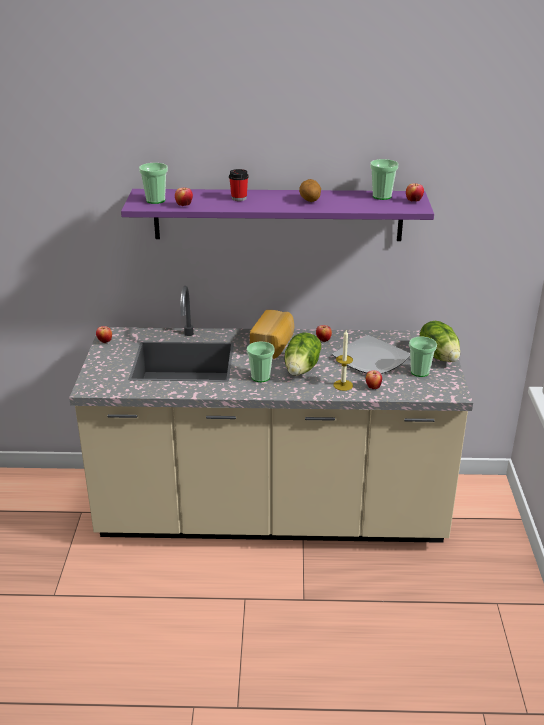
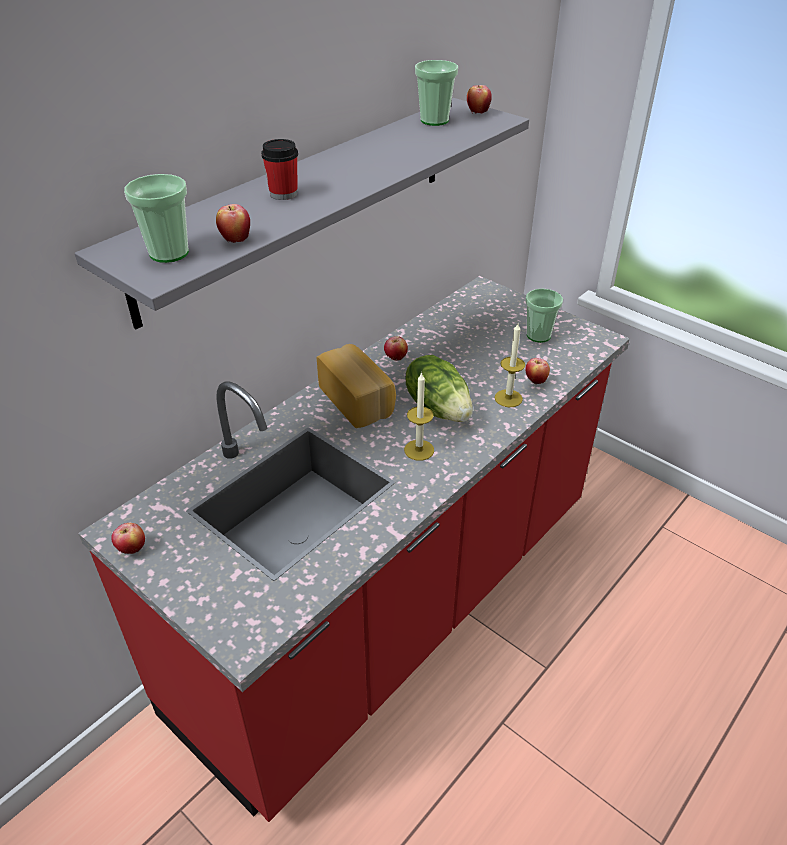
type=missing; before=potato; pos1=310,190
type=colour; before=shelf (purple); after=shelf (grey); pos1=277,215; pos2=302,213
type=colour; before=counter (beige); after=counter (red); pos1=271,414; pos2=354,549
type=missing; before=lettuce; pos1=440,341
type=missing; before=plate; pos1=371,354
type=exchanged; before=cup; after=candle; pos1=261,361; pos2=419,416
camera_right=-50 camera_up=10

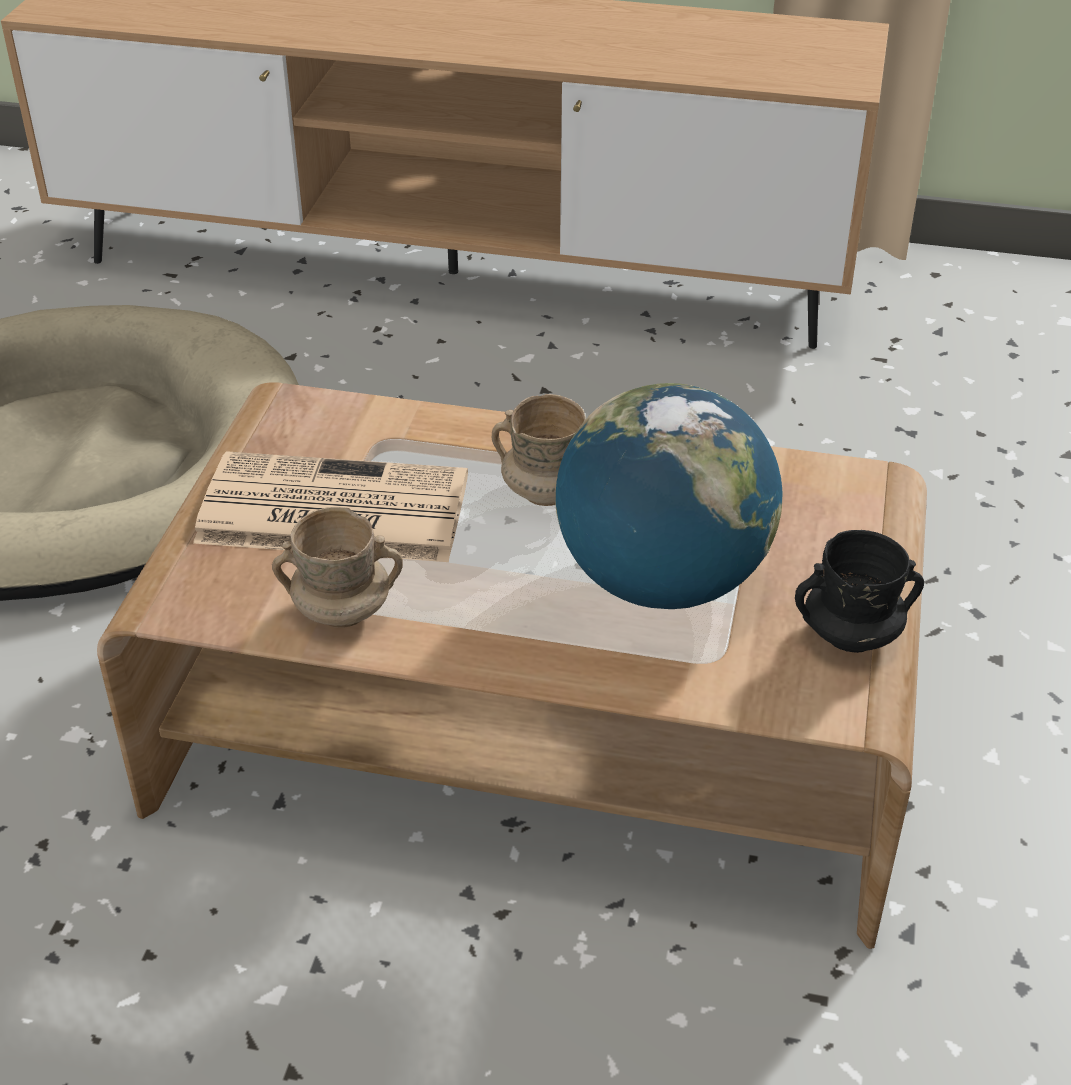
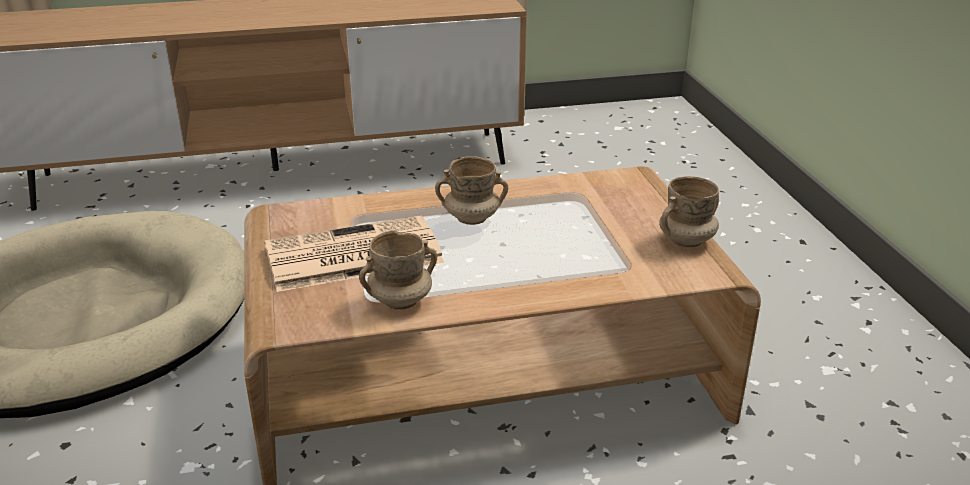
type=missing; before=globe; pos1=668,496
type=colour; before=mug (black); after=mug (beige); pos1=859,591; pos2=689,211
camera_right=-25 camera_up=-10

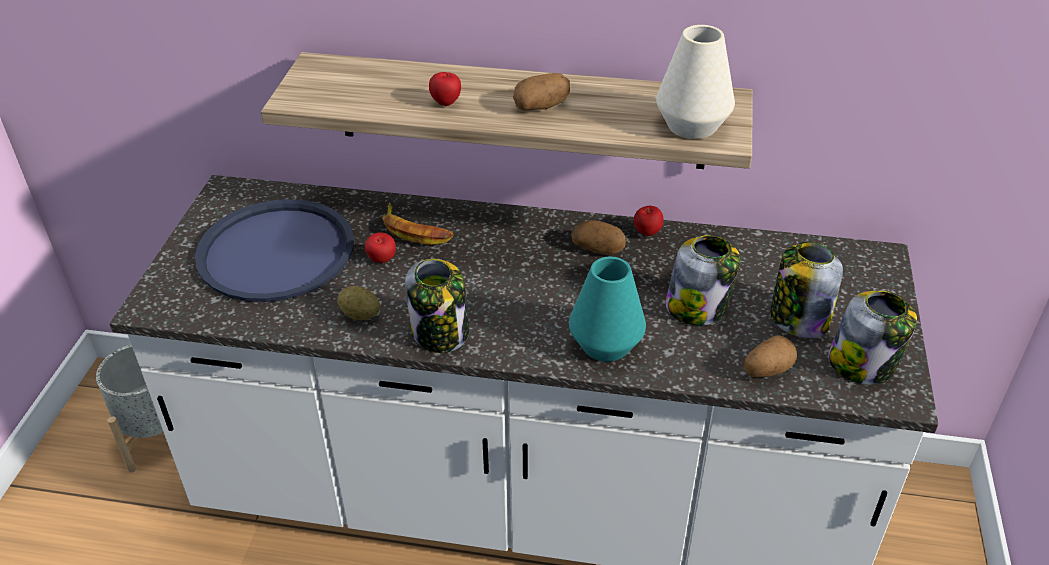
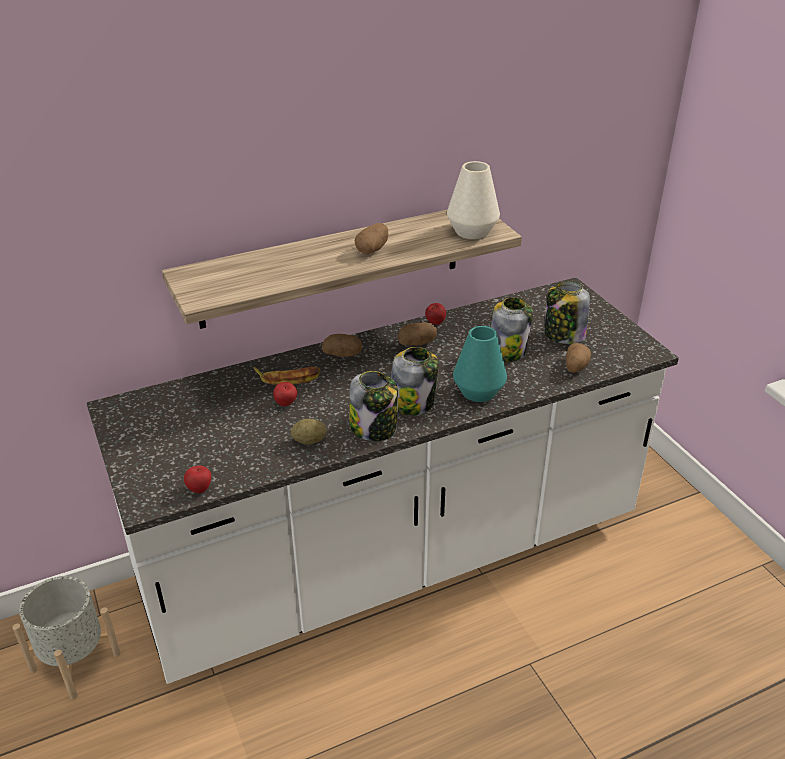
type=relocated; before=apple; pos1=445,89; pos2=197,479
type=missing; before=tray (blue); pos1=274,250
type=relocated; before=jar; pos1=872,338; pos2=415,381
type=appeared; after=potato; pos2=342,345
camera_right=-35 camera_up=-5

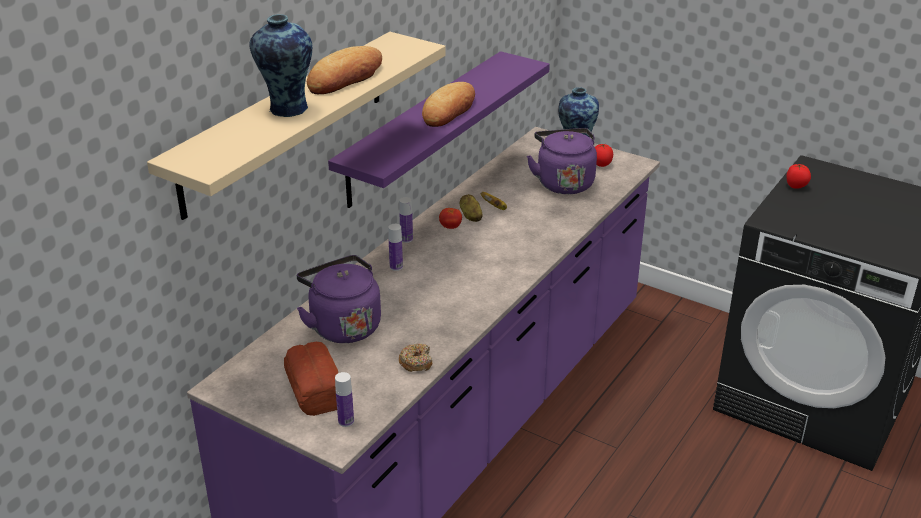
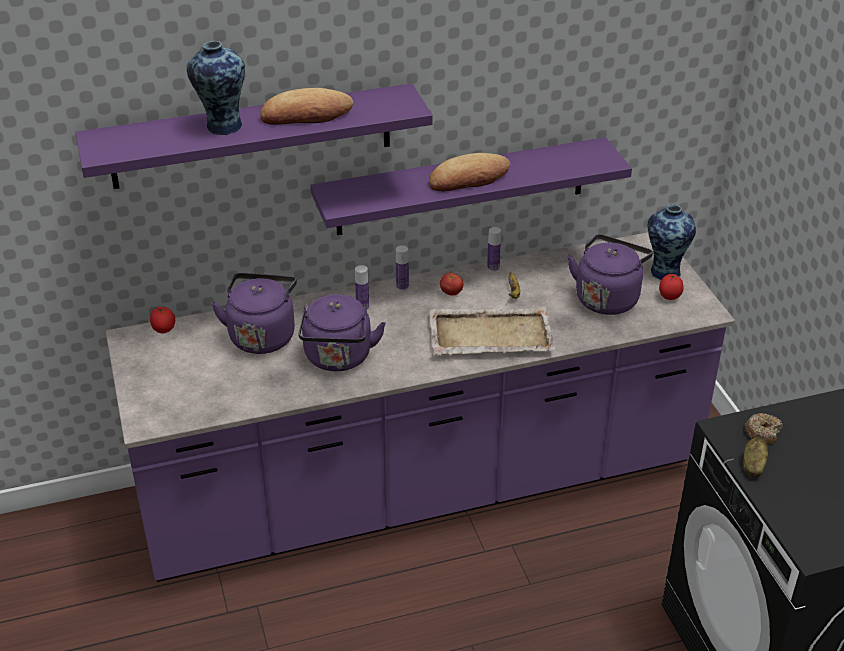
type=colour; before=shelf (beige); after=shelf (purple); pos1=296,126; pos2=254,136
type=relocated; before=tomato; pos1=798,176; pos2=162,320
type=relocated; before=potato; pos1=471,208; pos2=755,458
type=missing; before=bread; pos1=311,379
type=relocated; before=donut; pos1=415,358; pos2=764,429
type=relocated; before=bottle; pos1=344,399; pos2=494,249
type=appeared; after=kettle (purple); pos2=342,332
type=appeared; after=tray (beige); pos2=492,331
camera_right=40 camera_up=5

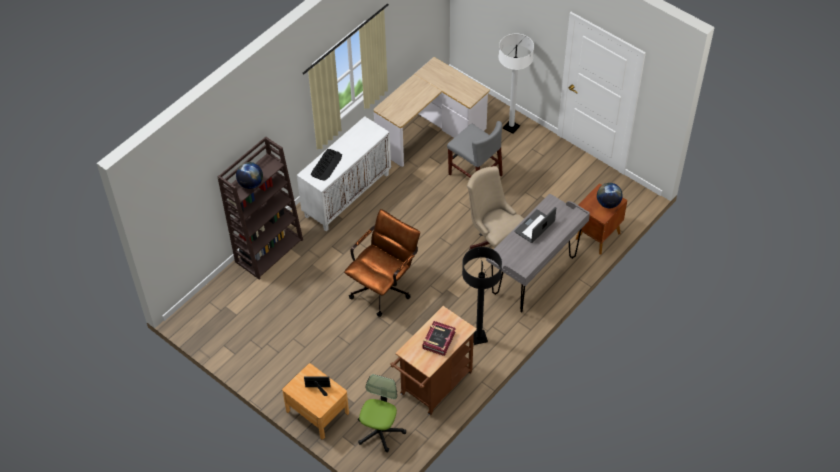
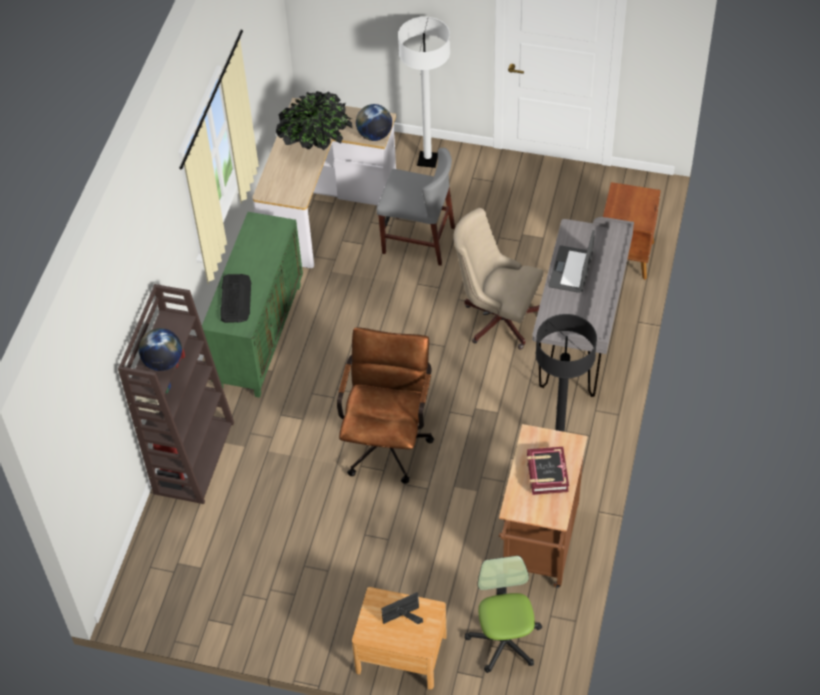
type=colour; before=cabinet (white); after=cabinet (green); pos1=344,173; pos2=252,305
type=relocated; before=globe; pos1=610,195; pos2=374,122
type=appeared; after=potted plant; pos2=314,121
camera_right=-25 camera_up=0

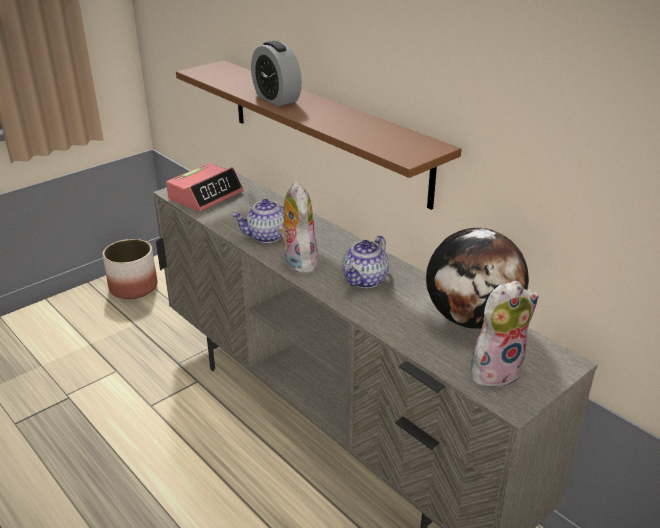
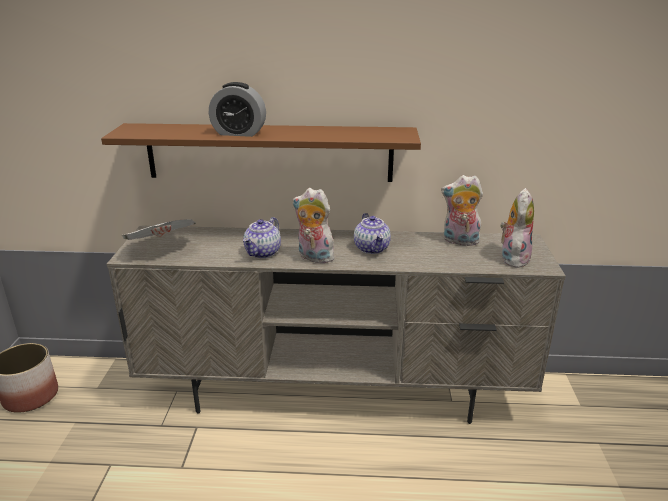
type=exchanged; before=alarm clock; after=newspaper; pos1=204,187; pos2=159,229
type=exchanged; before=globe; after=plush toy; pos1=477,278; pos2=462,210
camera_right=-45 camera_up=-5

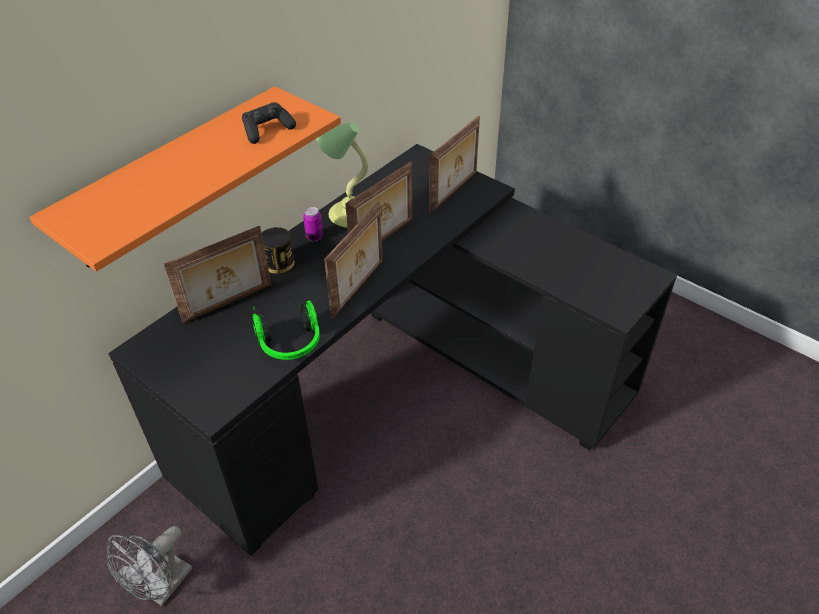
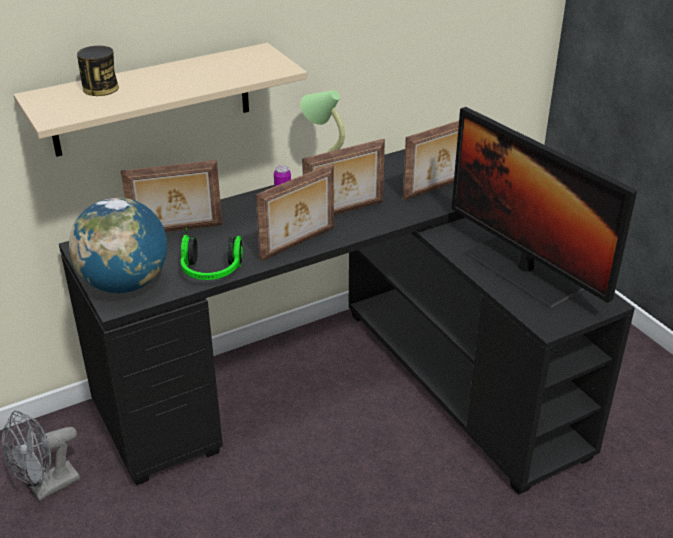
type=colour; before=shelf (orange); after=shelf (beige); pos1=185,178; pos2=160,100
type=missing; before=game controller (black); pos1=269,123
type=relocated; before=can; pos1=278,250; pos2=98,71
type=appeared; after=monitor; pos2=544,207
type=appeared; after=globe; pos2=118,245
camera_right=20 camera_up=-10

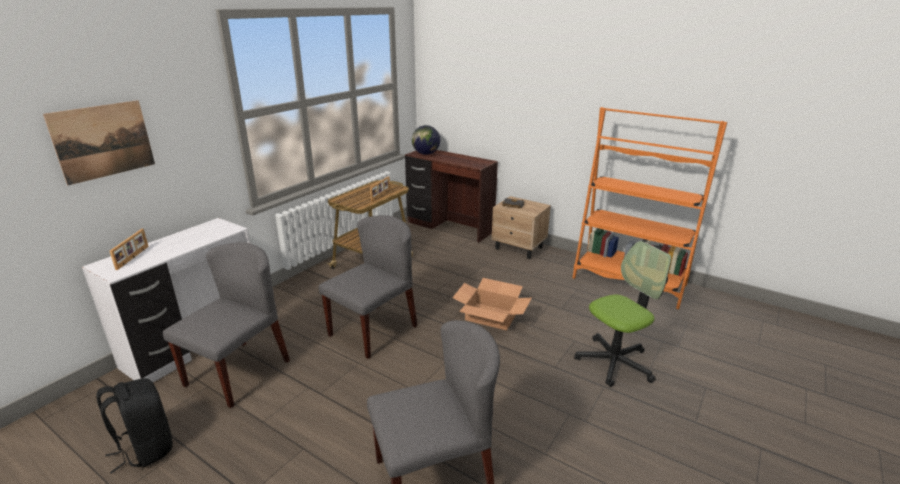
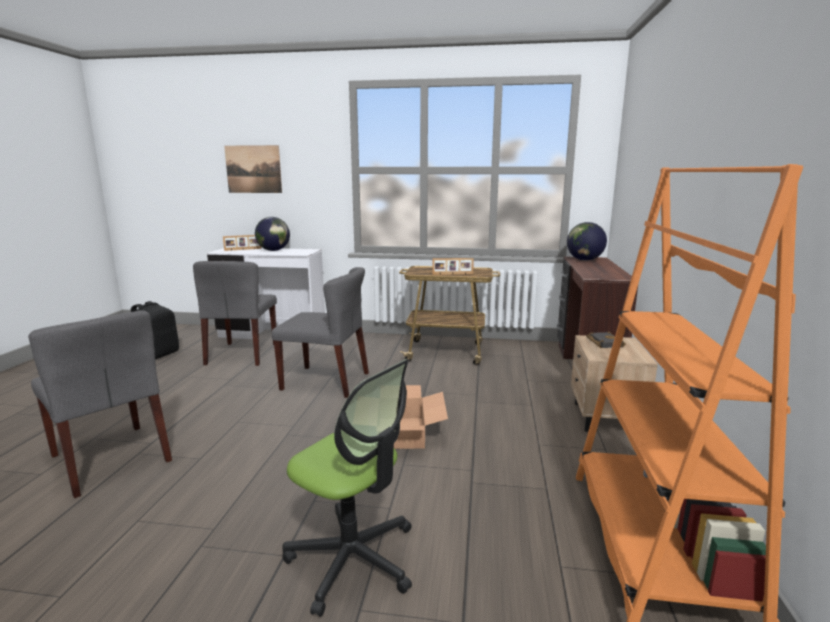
type=spun; before=chair (grey); pos1=226,325; pos2=235,313; turn=90
type=appeared; after=globe; pos2=272,234
camera_right=65 camera_up=-10

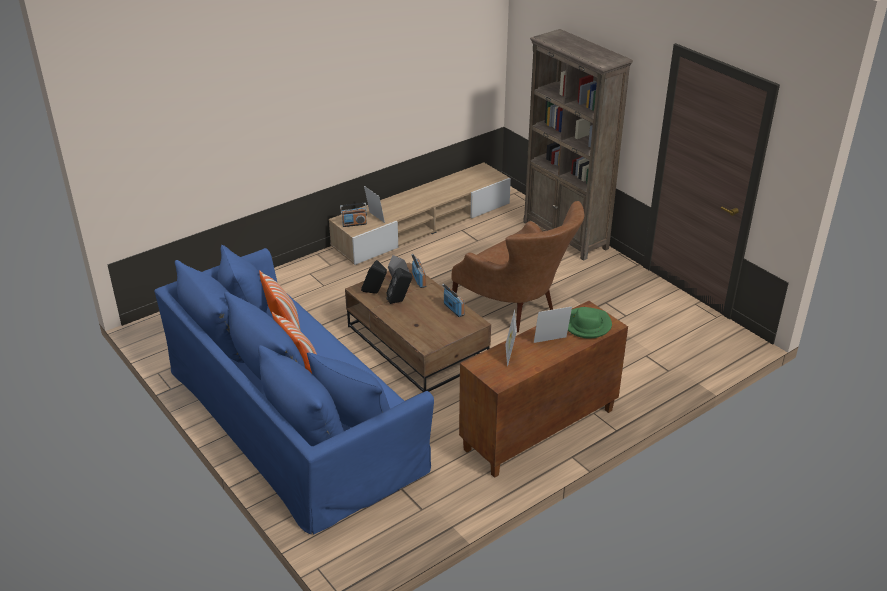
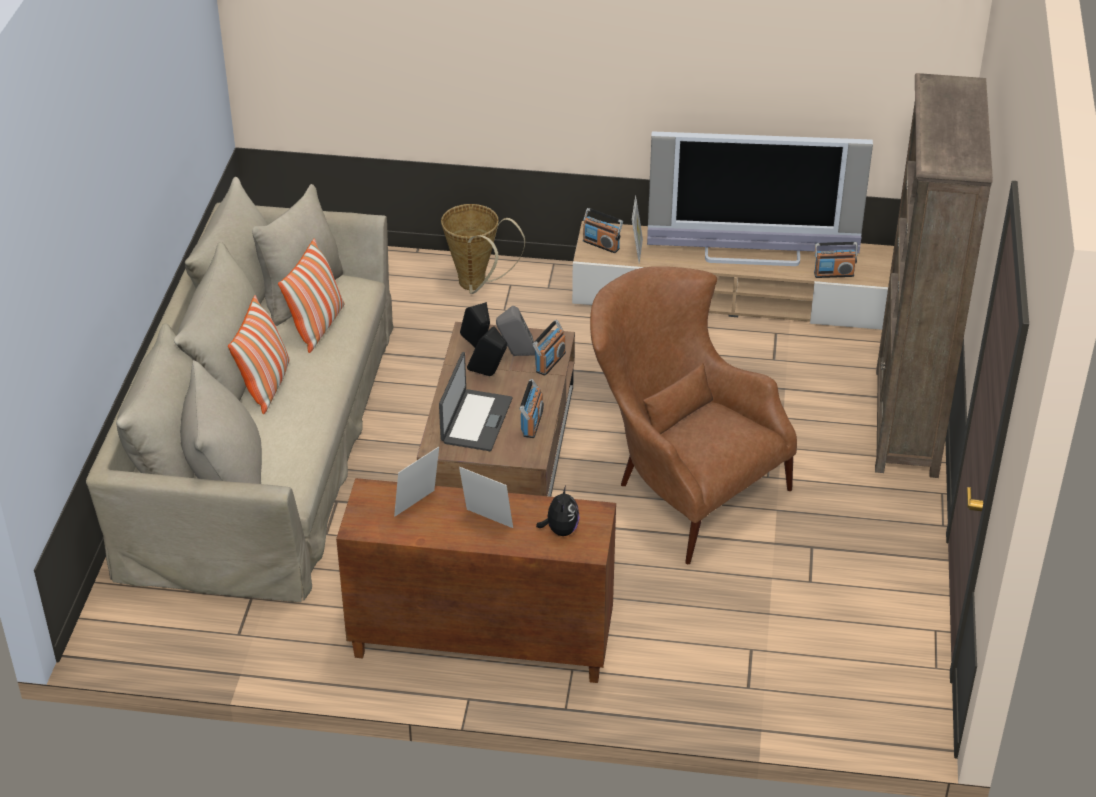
type=spun; before=armchair (brown); pos1=517,266; pos2=693,415; turn=135
type=colour; before=sofa (blue); after=sofa (beige); pos1=294,389; pos2=239,389
type=exchanged; before=hat (green); after=plush toy; pos1=590,323; pos2=558,511
type=appeared; after=television; pos2=760,198
type=appeared; after=basket; pos2=483,249
type=appeared; after=radio; pos2=836,260
type=appeared; after=laptop; pos2=475,401
camera_right=45 camera_up=5

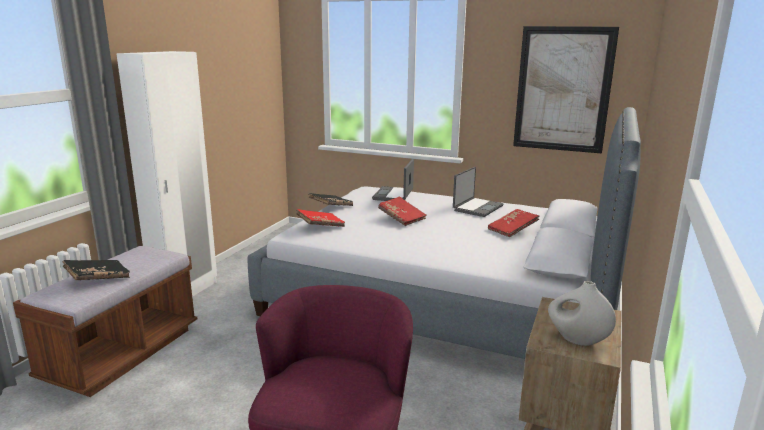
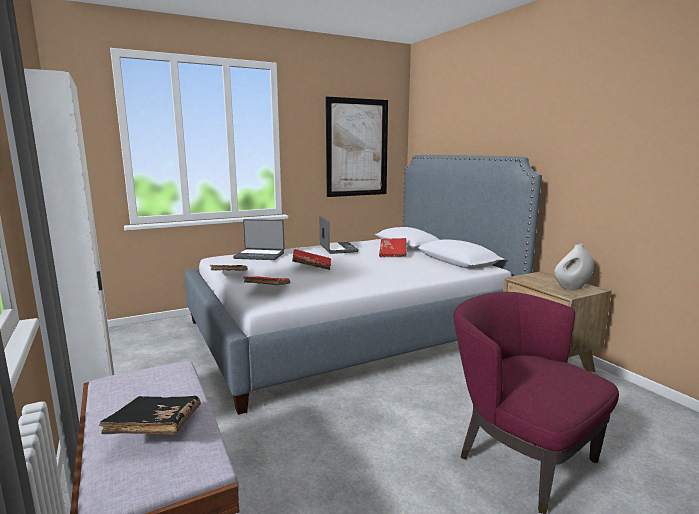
type=spun; before=laptop; pos1=393,180; pos2=259,239; turn=-45
camera_right=-50 camera_up=-5

